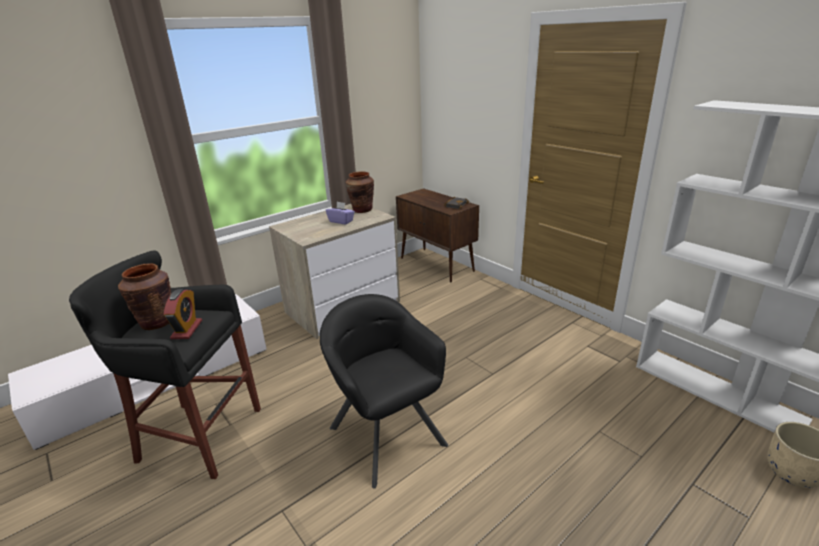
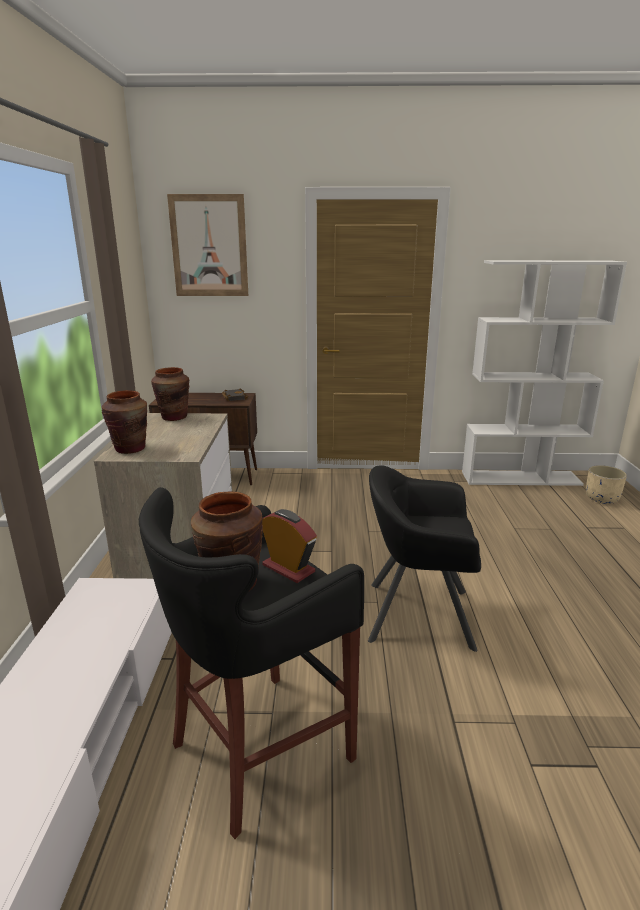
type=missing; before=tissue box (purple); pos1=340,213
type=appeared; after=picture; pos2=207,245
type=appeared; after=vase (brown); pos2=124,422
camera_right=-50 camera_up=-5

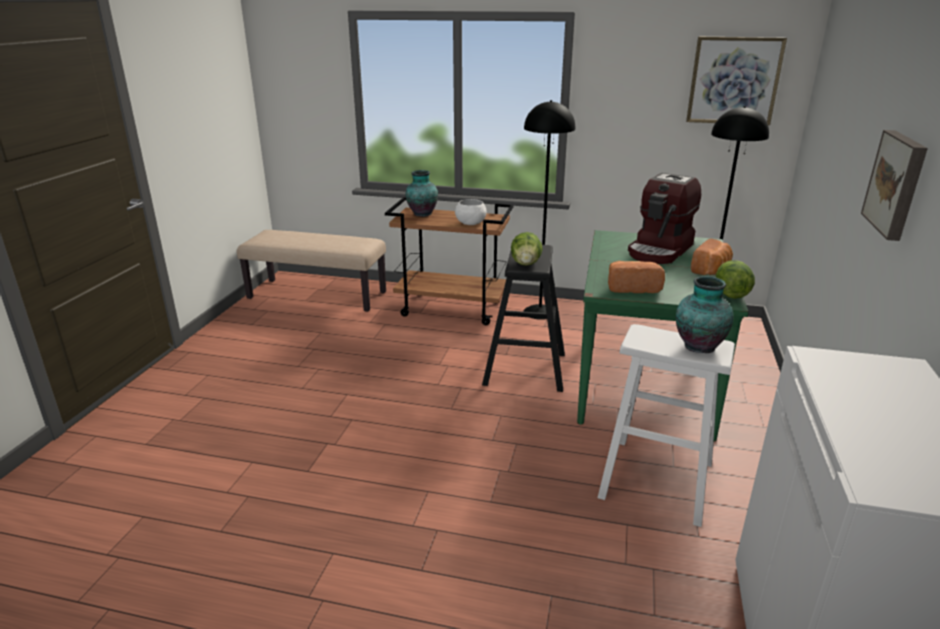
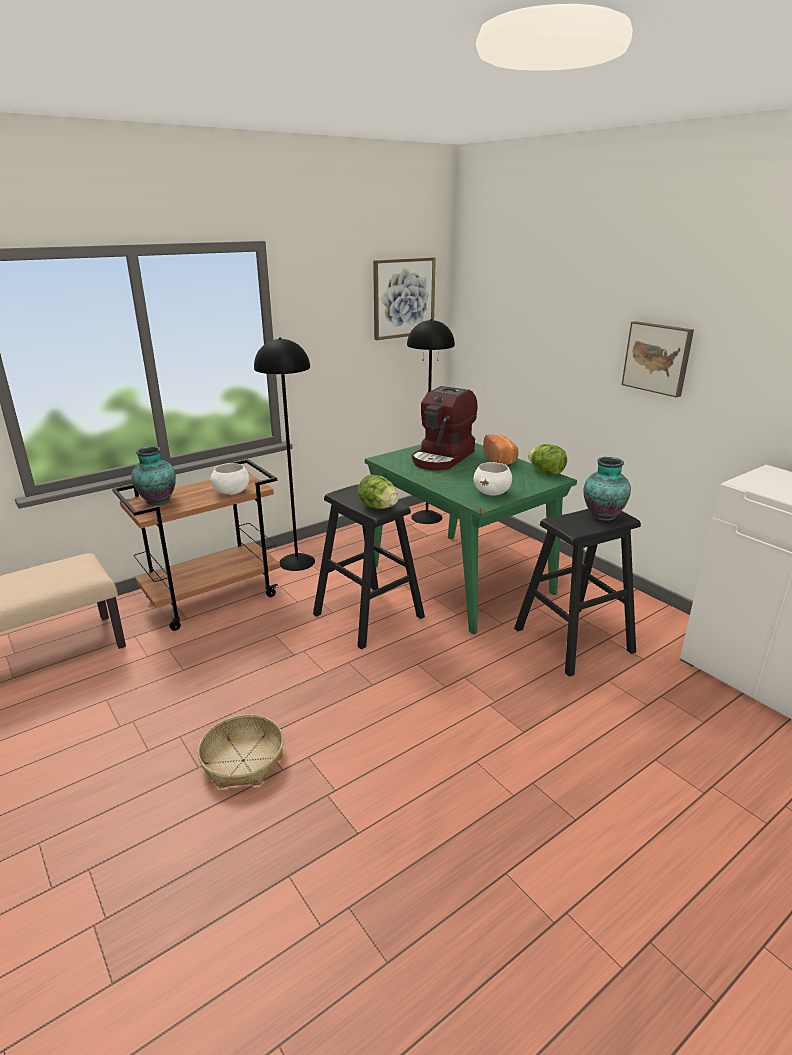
type=spun; before=coffee machine; pos1=664,218; pos2=445,428; turn=45
type=exchanged; before=bread; after=bowl (white); pos1=636,277; pos2=493,479
type=colour; before=stool (white); after=stool (black); pos1=666,425; pos2=577,593
type=appeared; after=basket; pos2=241,751
camera_right=-50 camera_up=0

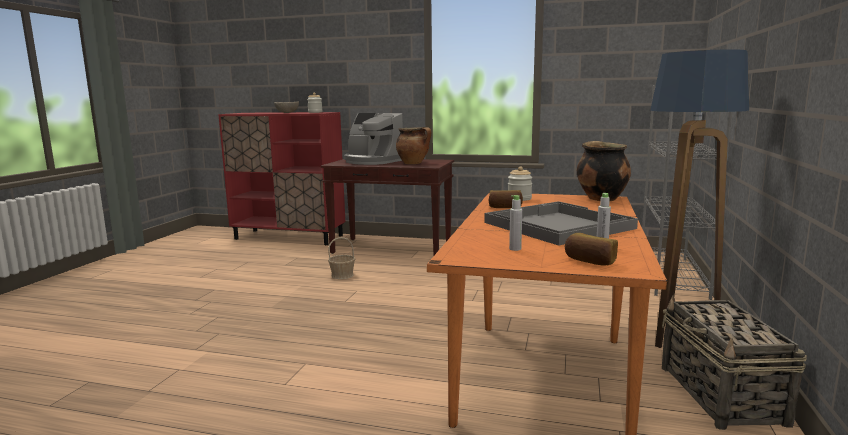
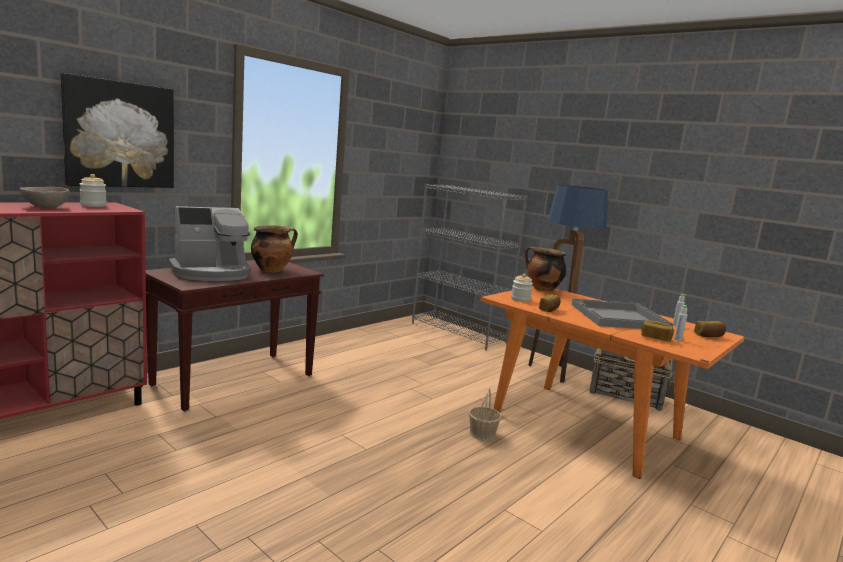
type=relocated; before=basket; pos1=341,258; pos2=485,414
type=appeared; after=picture; pos2=117,130
type=appeared; after=bread; pos2=657,331
camera_right=-65 camera_up=0

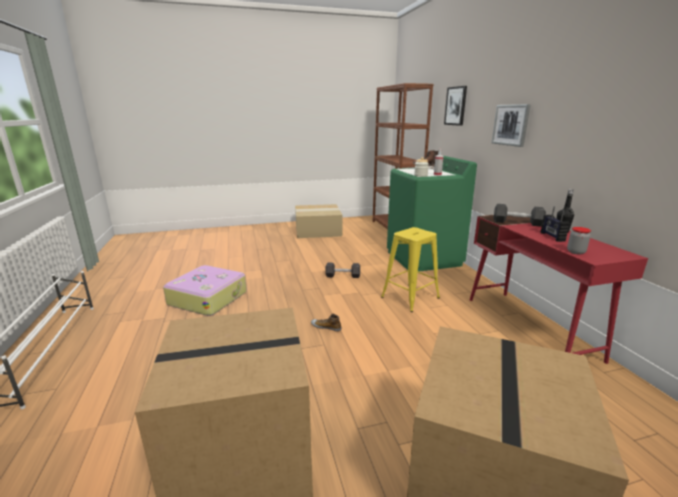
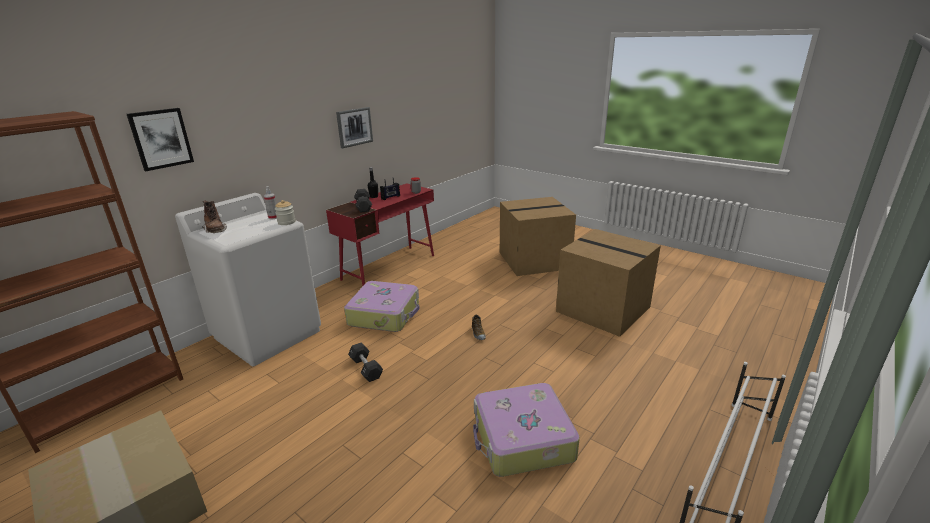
type=relocated; before=picture; pos1=511,125; pos2=354,127
type=colour; before=washing machine (green); after=washing machine (white); pos1=432,213; pos2=248,279
type=exchanged; before=stool (yellow); after=suitcase; pos1=410,269; pos2=382,306
camera_right=-125 camera_up=5

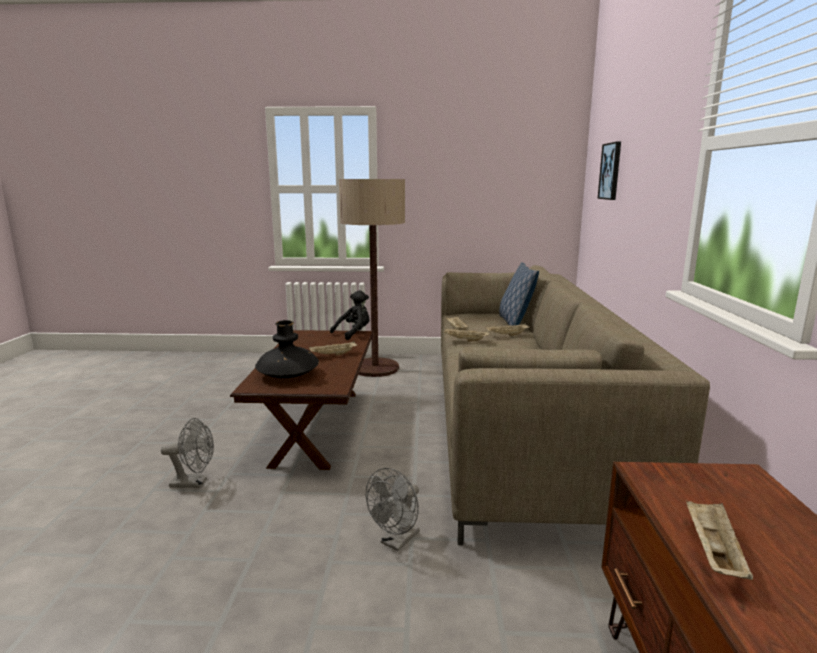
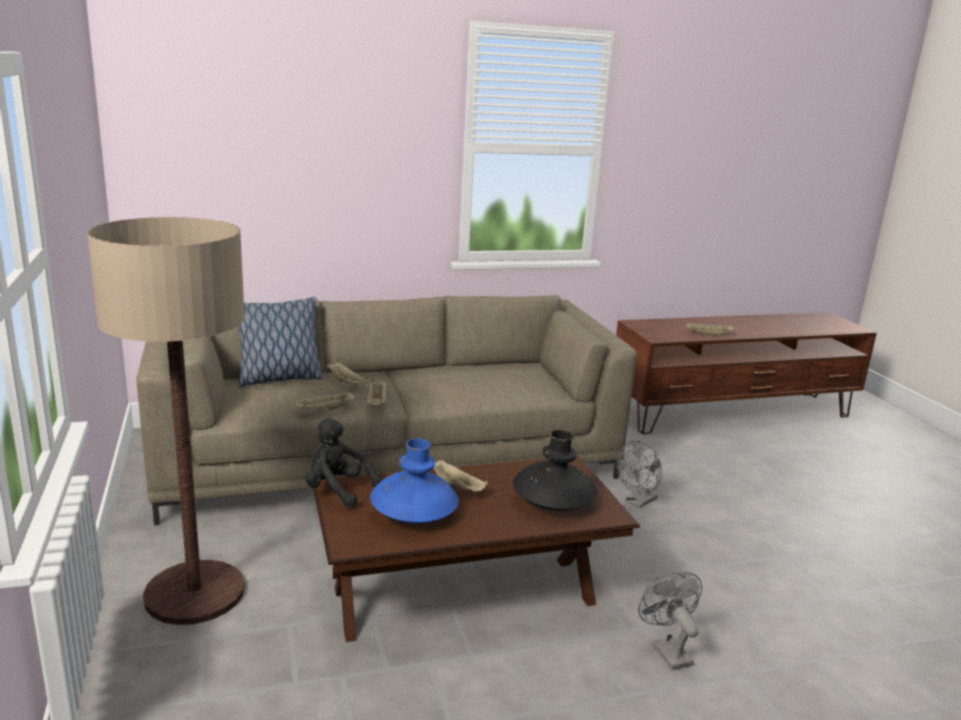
type=missing; before=picture; pos1=609,170
type=spun; before=fan (grey); pos1=393,509; pos2=639,474; turn=120
type=appeared; after=vase (blue); pos2=414,481
camera_right=-110 camera_up=5

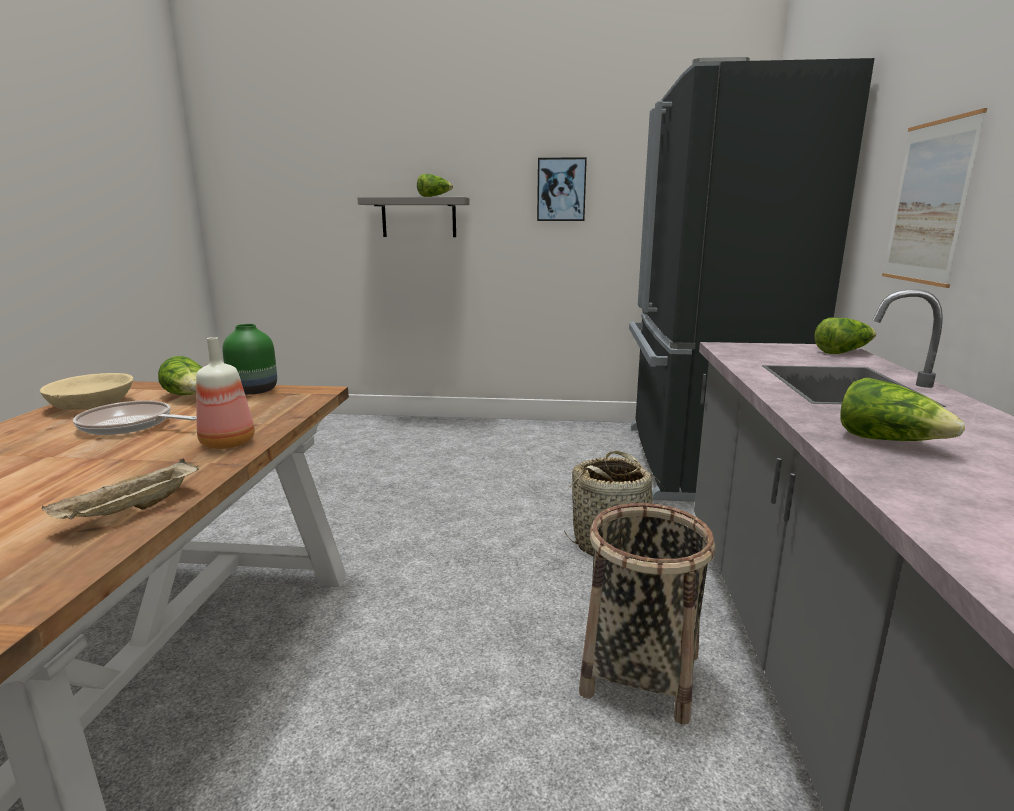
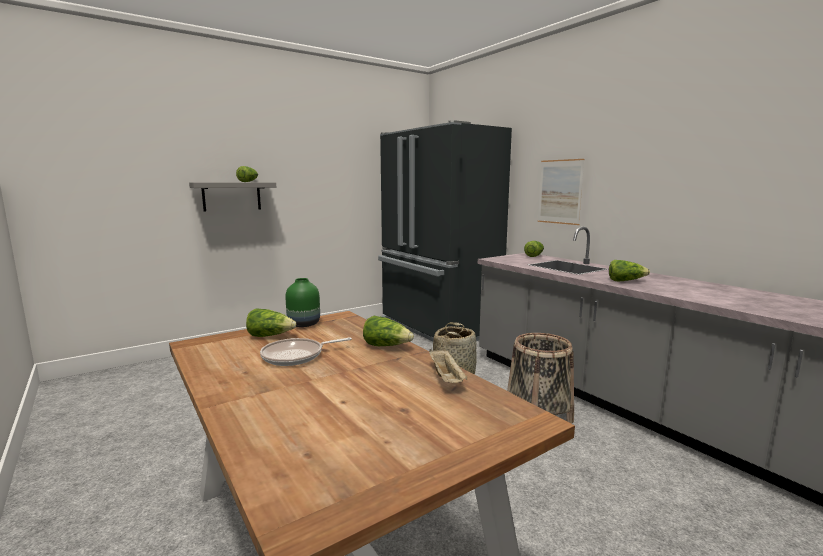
type=missing; before=picture; pos1=562,189
type=exchanged; before=bottle; after=lettuce; pos1=225,393; pos2=388,331
type=missing; before=bowl (beige); pos1=86,391
camera_right=-40 camera_up=-5

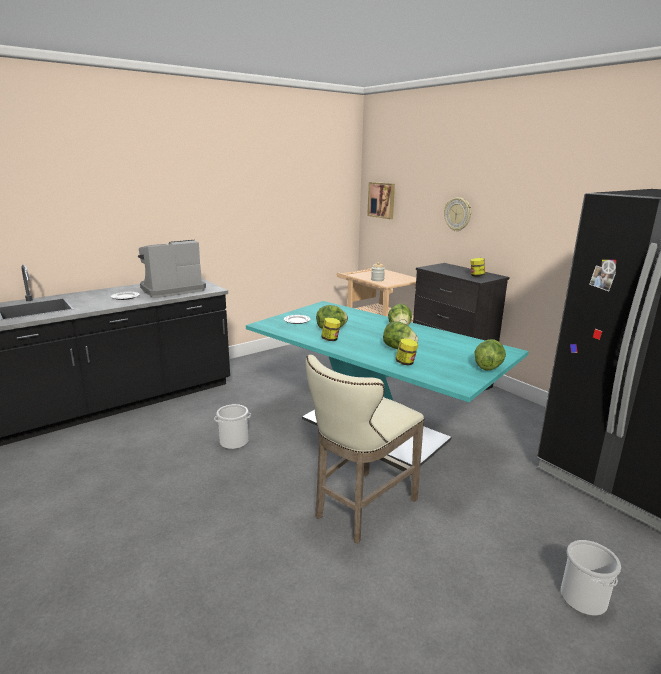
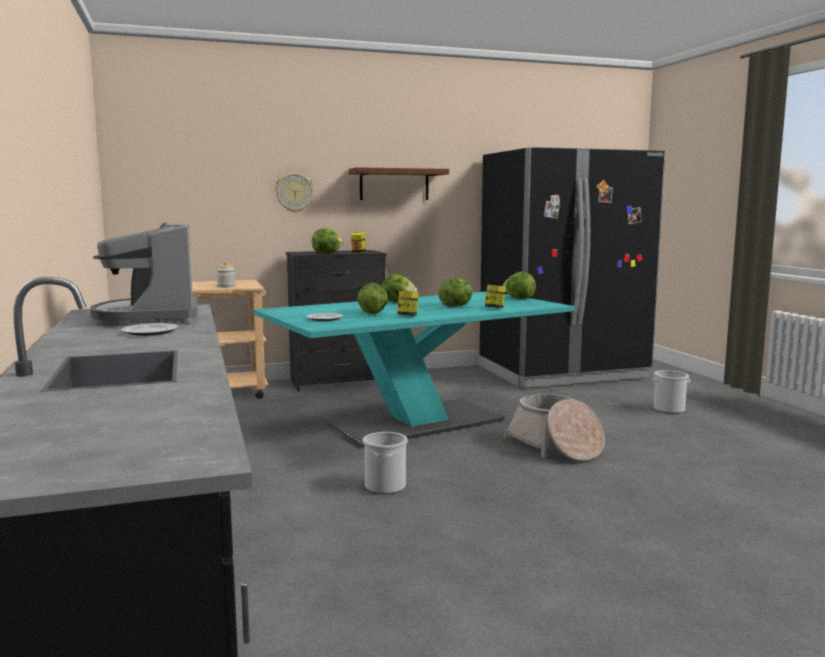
type=missing; before=picture; pos1=381,200
type=exchanged; before=stool (beige); after=basket; pos1=364,449; pos2=554,427
type=appeared; after=shelf (brown); pos2=398,183
type=appeared; after=lettuce; pos2=327,240
camera_right=-70 camera_up=-10

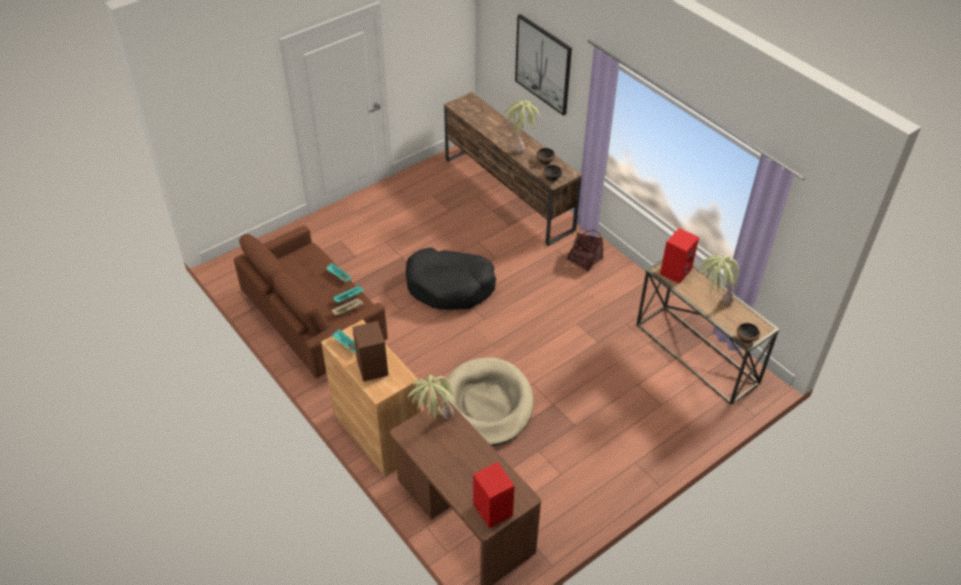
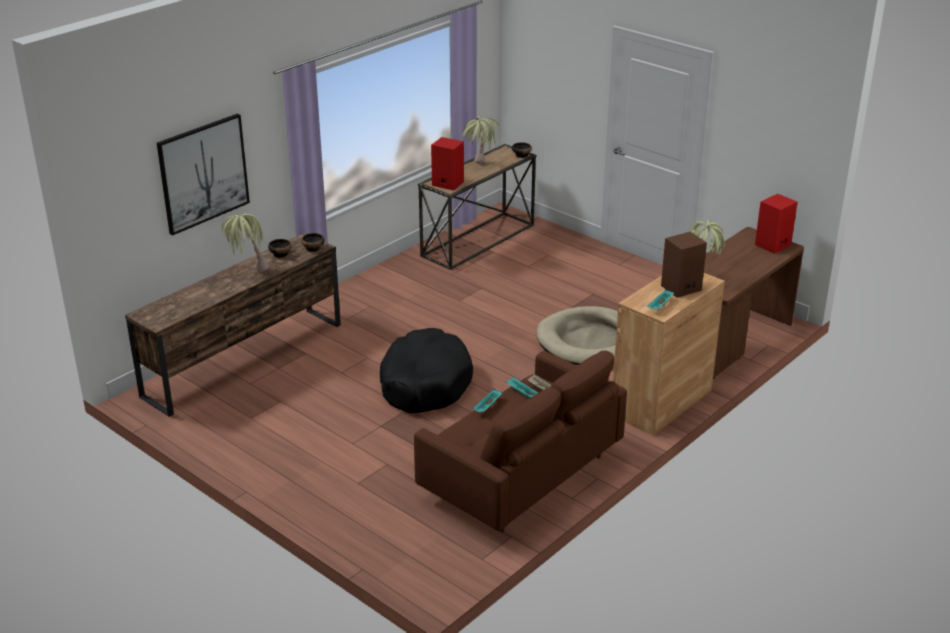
type=missing; before=basket; pos1=585,251
camera_right=-100 camera_up=-15

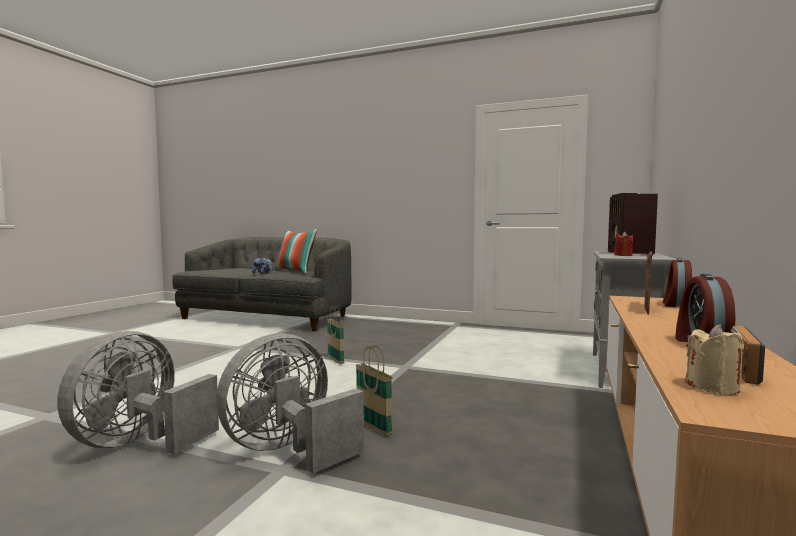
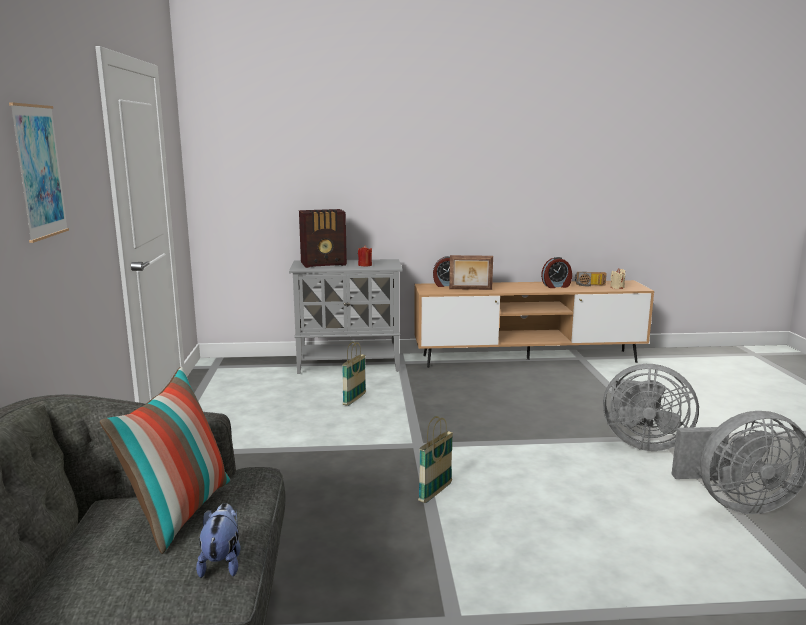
type=relocated; before=basket; pos1=374,390; pos2=354,374
type=appeared; after=picture; pos2=39,172
camera_right=-115 camera_up=10

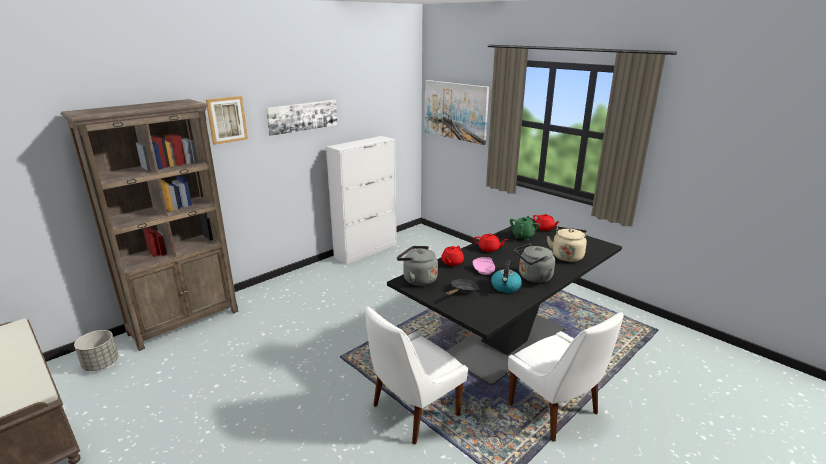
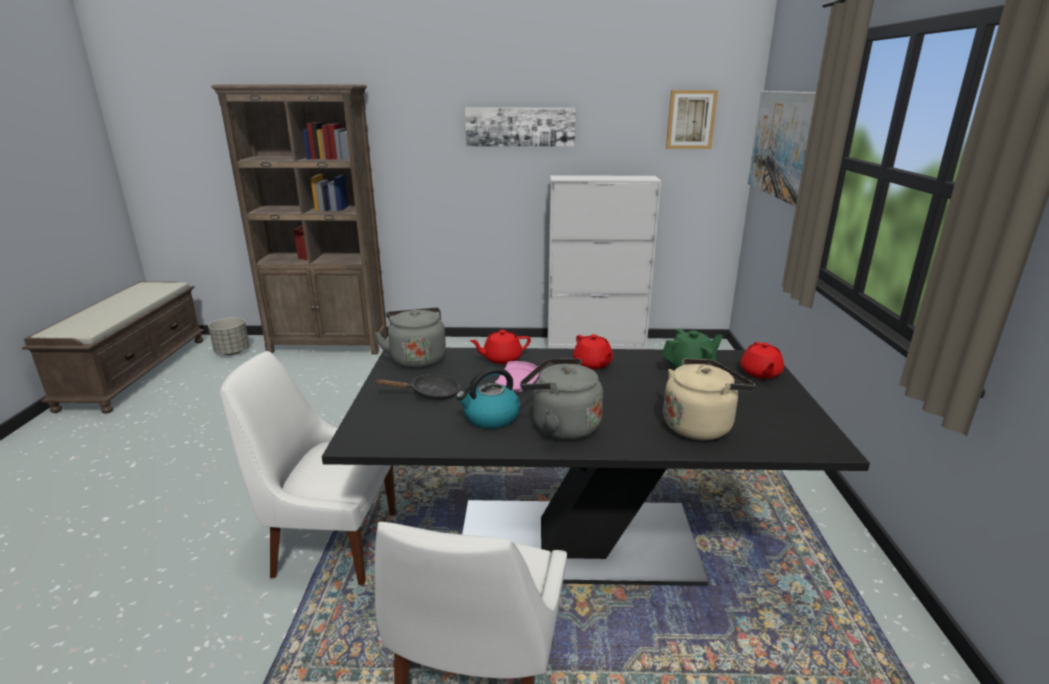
type=relocated; before=picture; pos1=227,120; pos2=692,119
camera_right=45 camera_up=0

